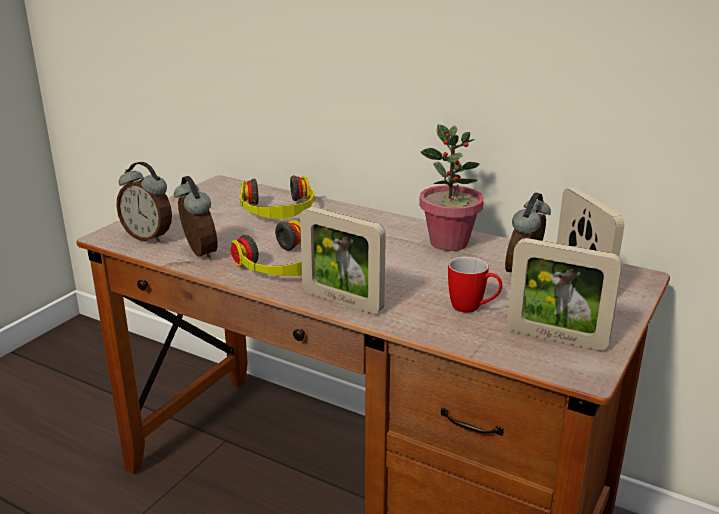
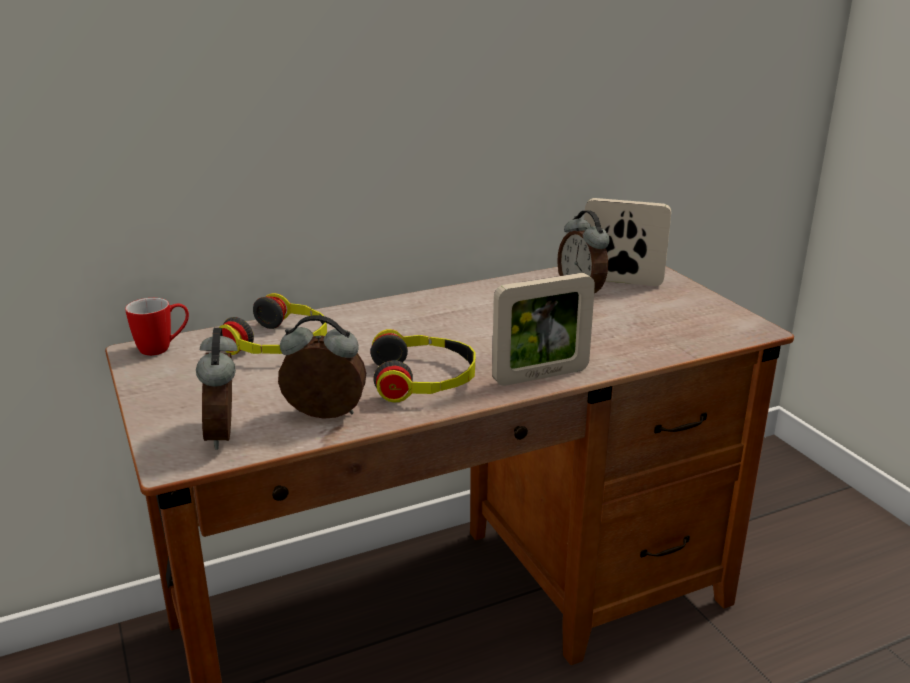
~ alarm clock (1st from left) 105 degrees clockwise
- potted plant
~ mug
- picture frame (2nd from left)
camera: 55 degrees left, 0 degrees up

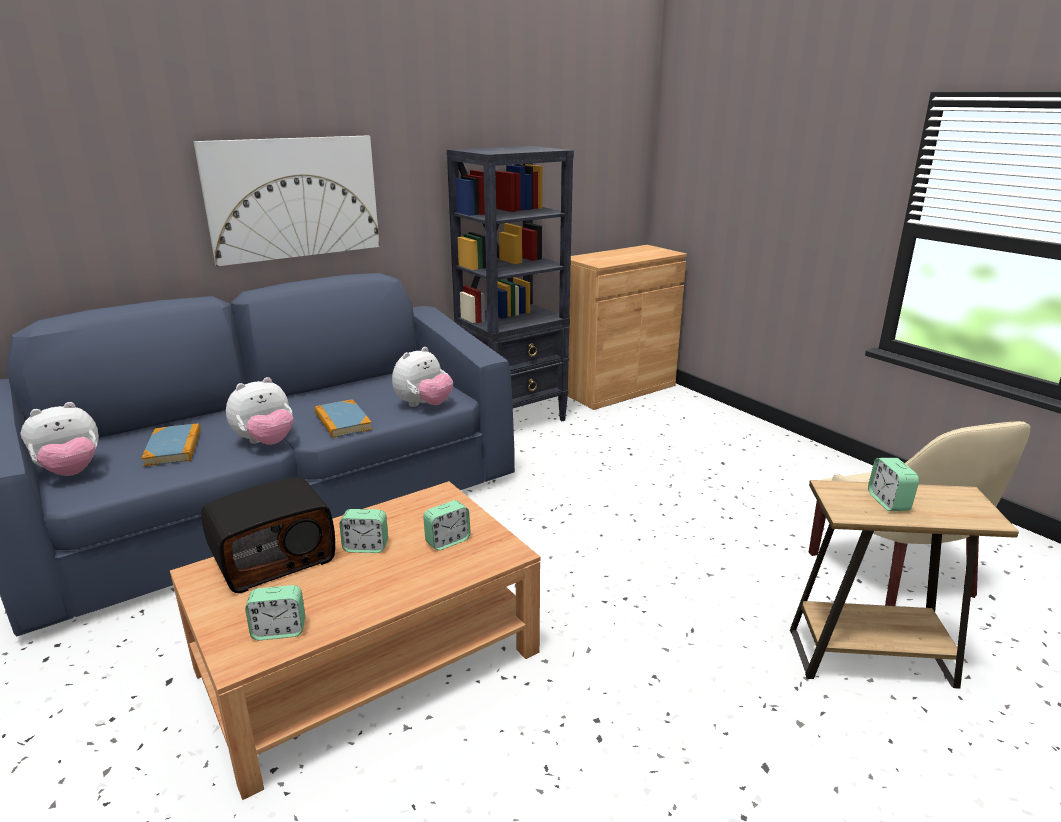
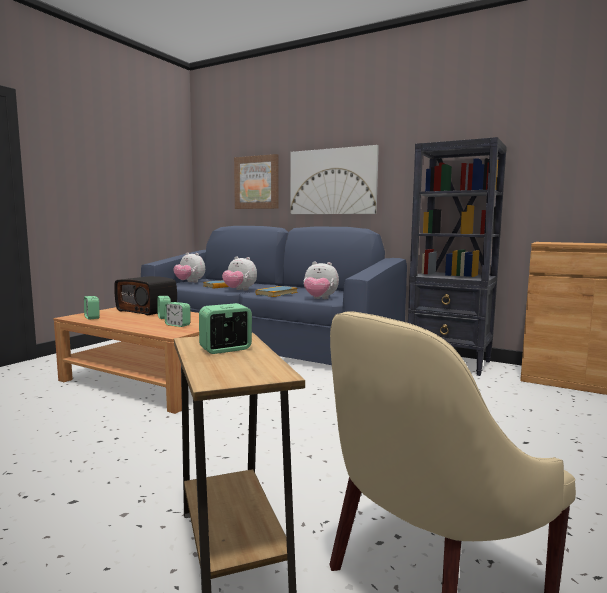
+ picture (1st from left)
camera: 65 degrees right, 15 degrees down

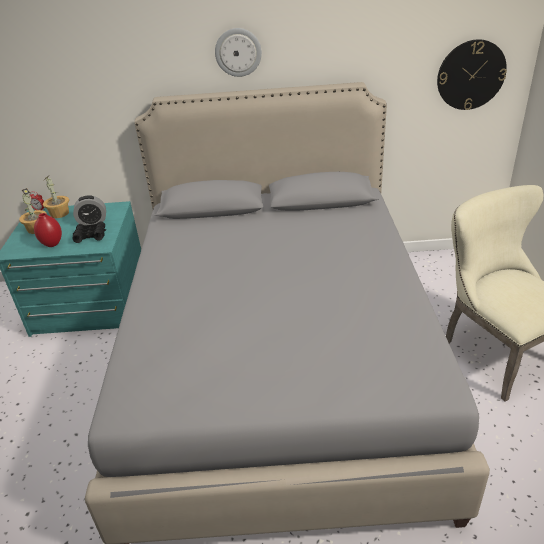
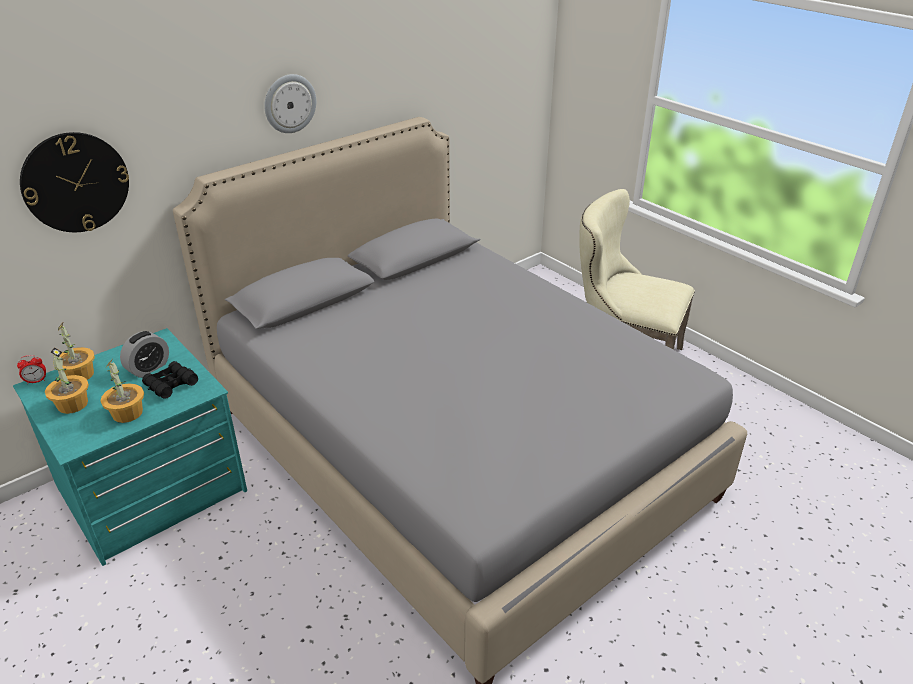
~ red vase to potted plant (3rd from left)
~ wall clock (2nd from left in the first image) to wall clock (1st from left)
camera: 40 degrees left, 0 degrees up

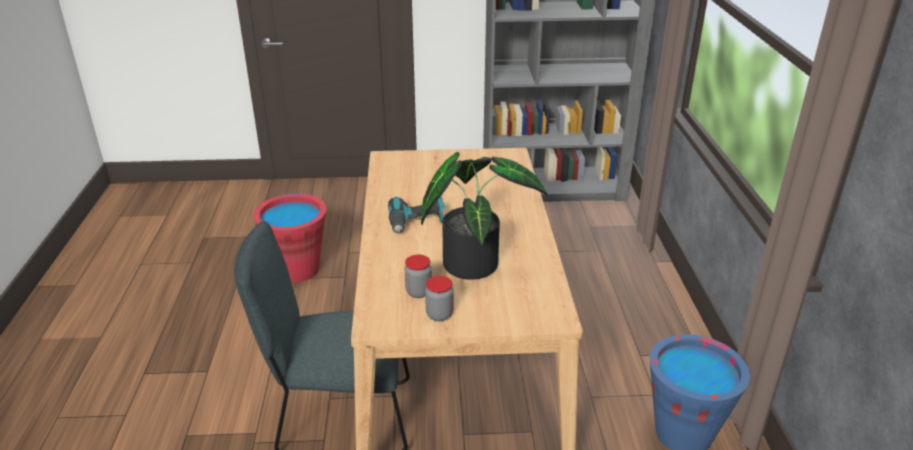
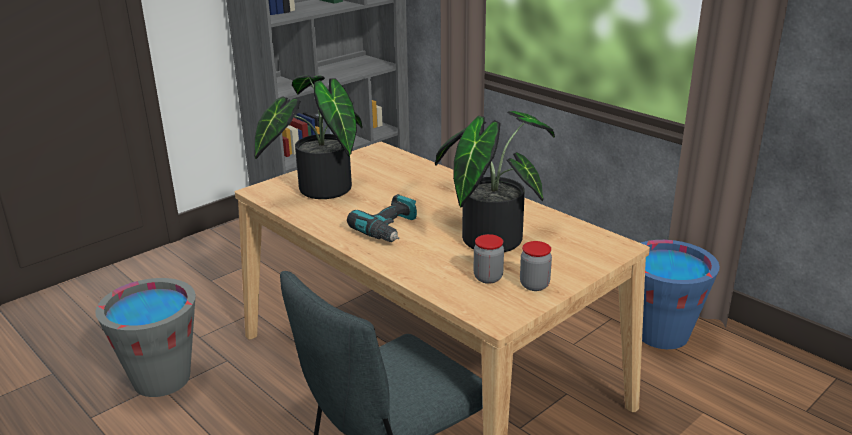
~ red bucket to grey bucket
+ potted plant (1st from left)
camera: 40 degrees left, 5 degrees down

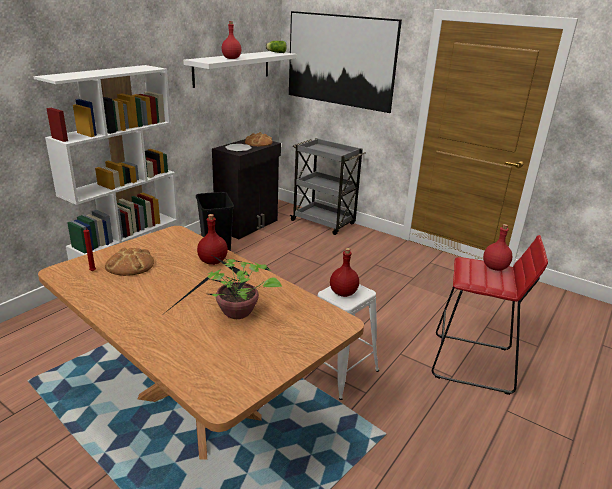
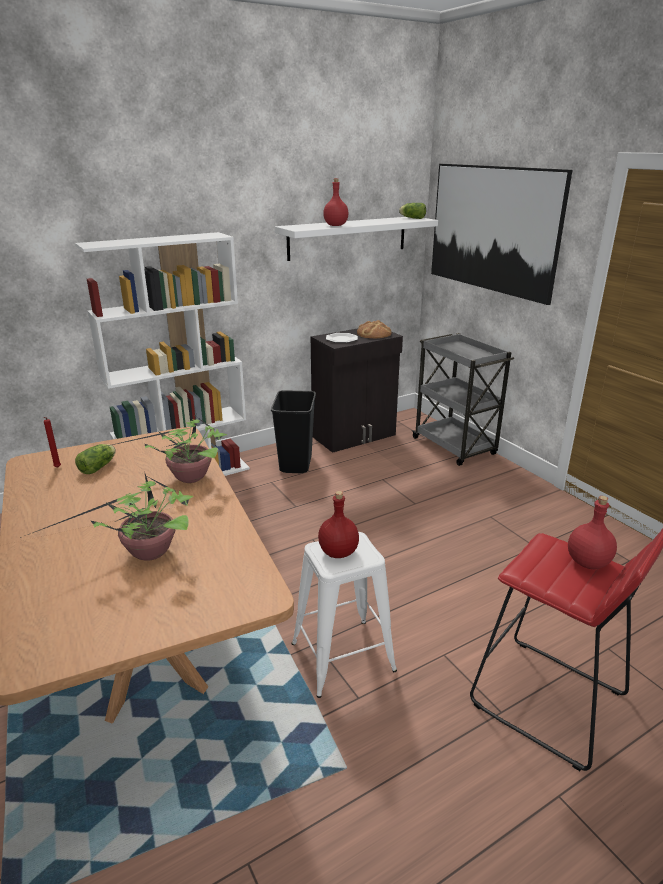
~ bread (1st from left) to lettuce (1st from left)
~ red bottle (1st from left) to potted plant (2nd from left)
camera: 25 degrees right, 0 degrees up

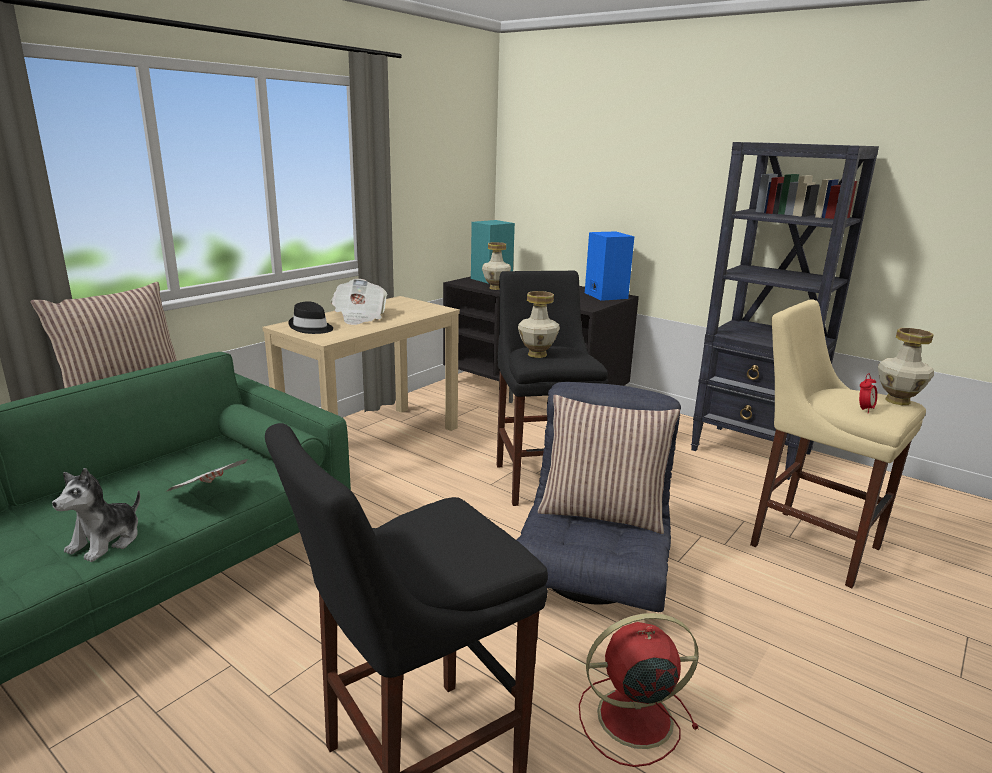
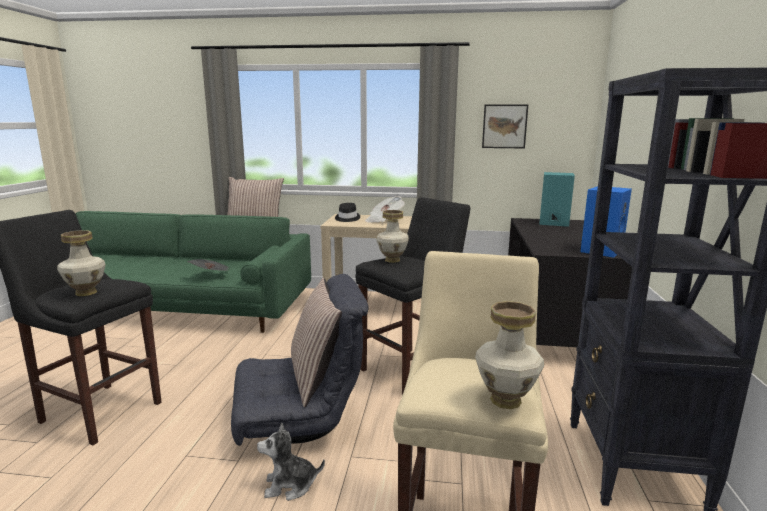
~ plush toy
~ vase (1st from left)
- red fan
- alarm clock
+ picture
camera: 60 degrees right, 5 degrees down

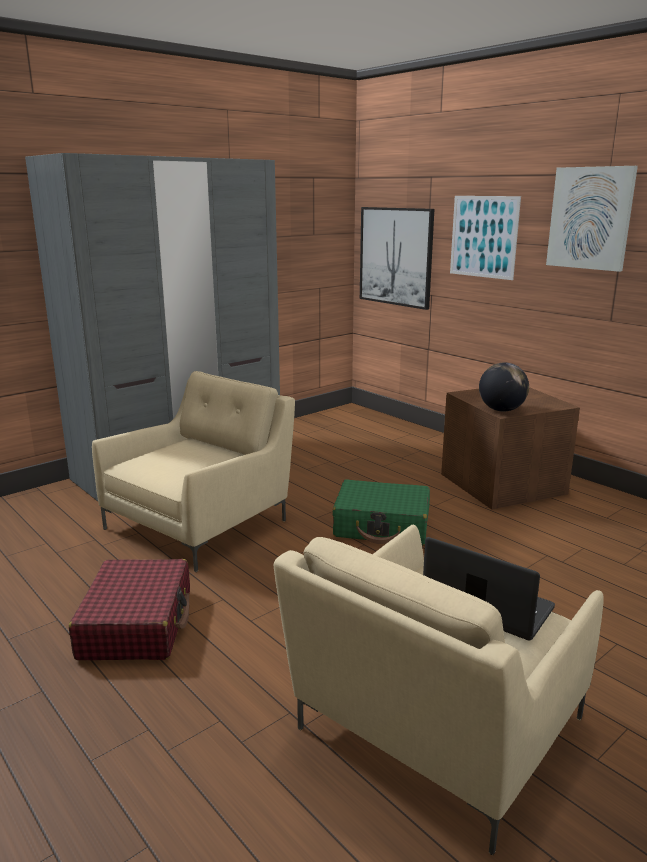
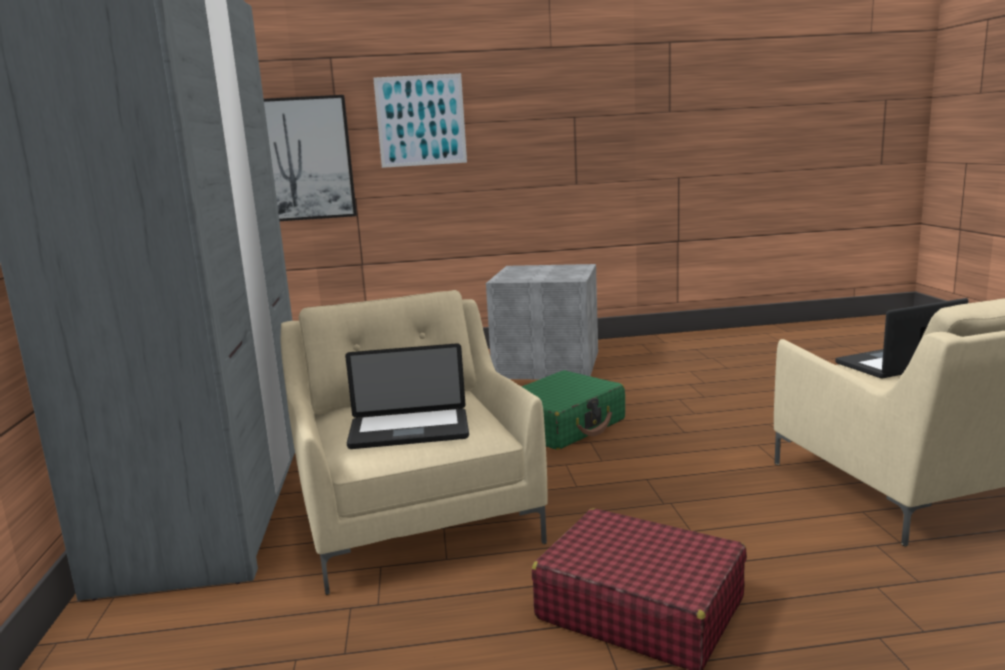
~ brown storage box to grey storage box
- globe
- picture (3rd from left)
+ laptop (1st from left)
camera: 55 degrees left, 5 degrees down

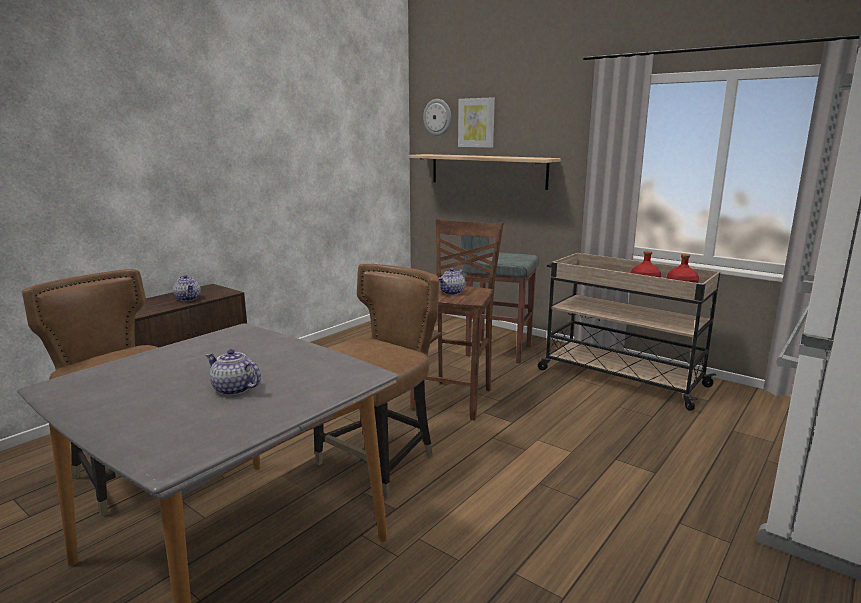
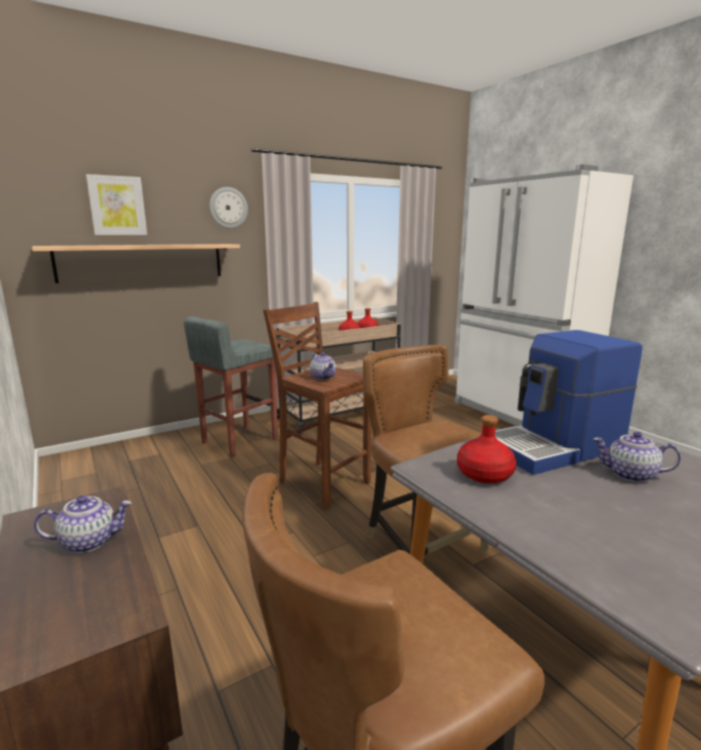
~ teapot (2nd from left in the first image) 60 degrees clockwise
~ wall clock
+ red bottle (3rd from left)
+ coffee machine
camera: 70 degrees left, 0 degrees up

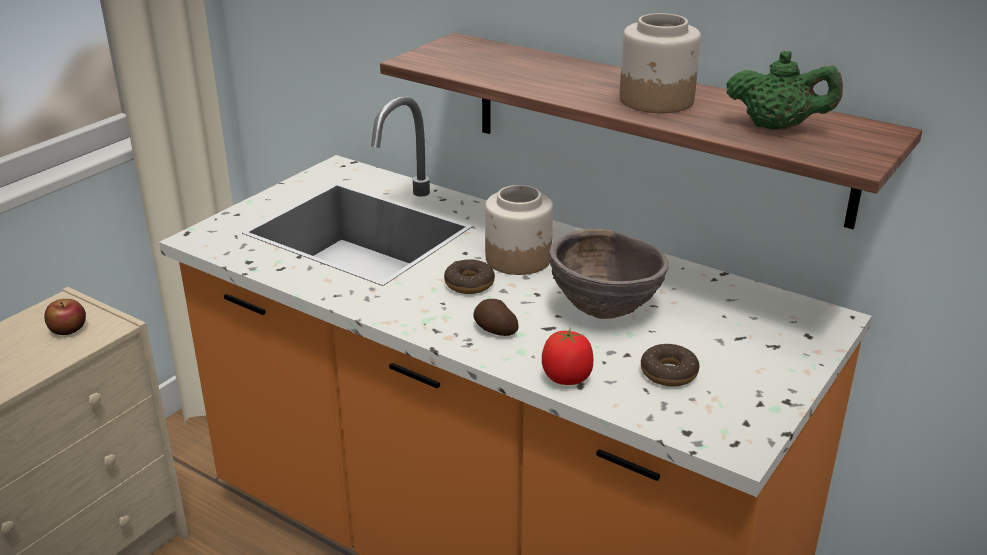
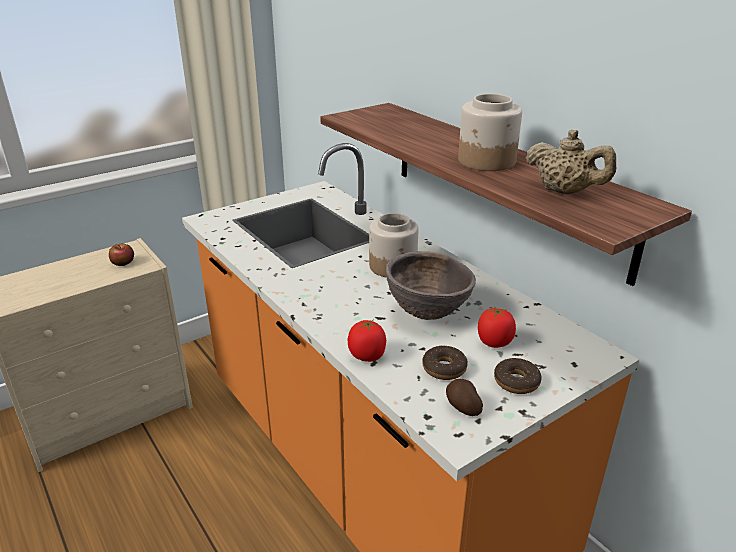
~ donut (1st from left in the first image) to donut (2nd from left)
~ potato
~ green teapot to beige teapot
+ tomato (2nd from left)
camera: 20 degrees right, 0 degrees up

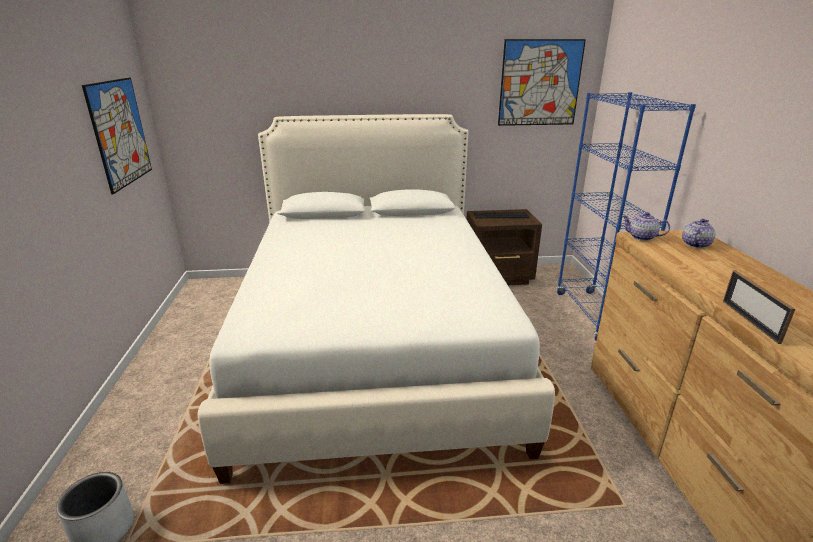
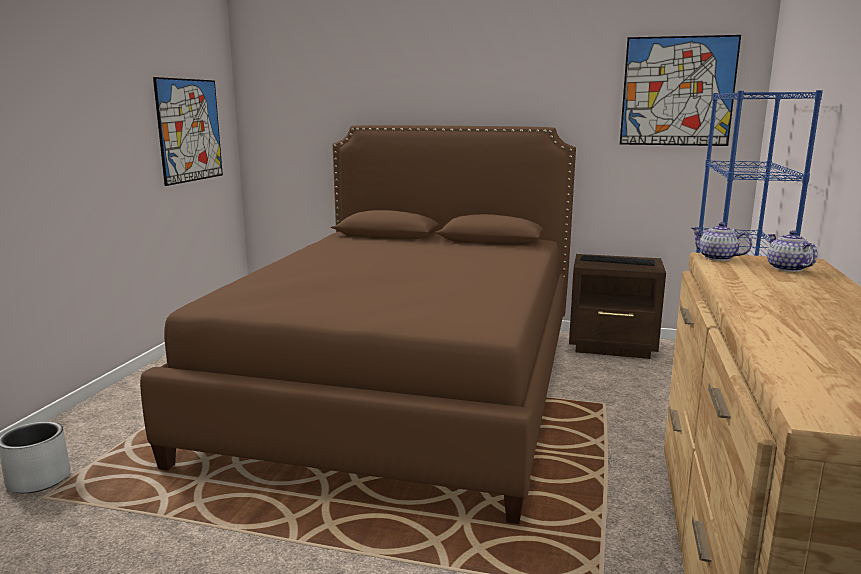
~ white bed to brown bed
~ teapot (2nd from left) 75 degrees counterclockwise
- picture frame
camera: 20 degrees right, 10 degrees down

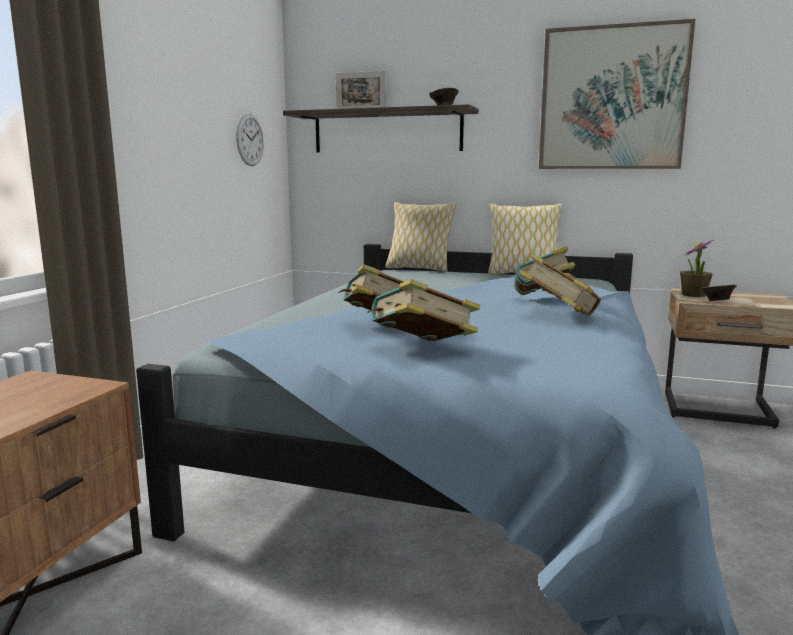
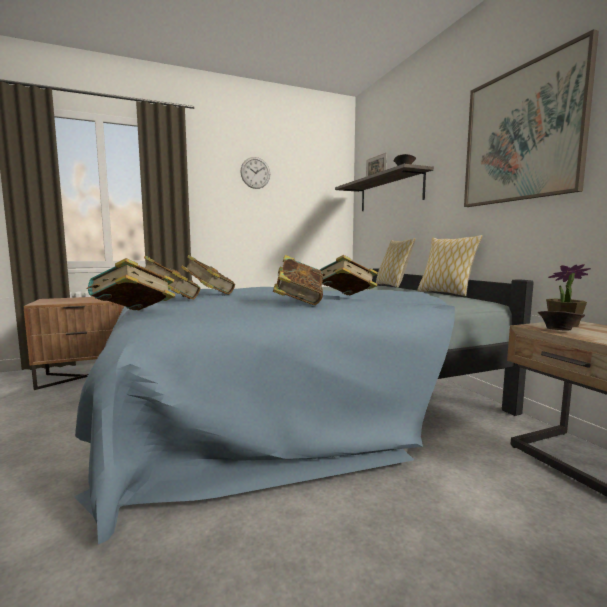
~ wall clock
+ book (1st from left)
camera: 50 degrees right, 5 degrees down

